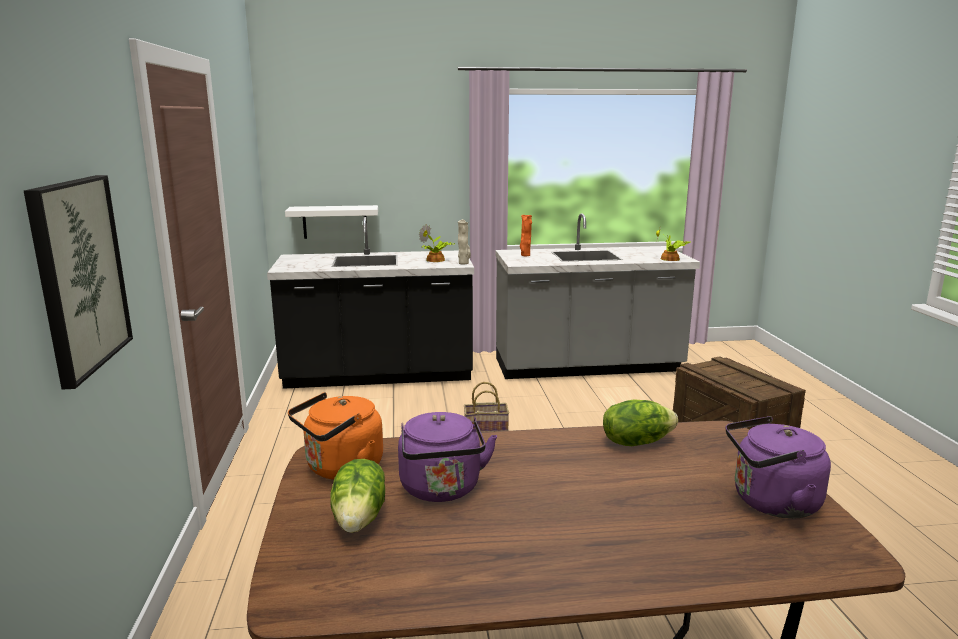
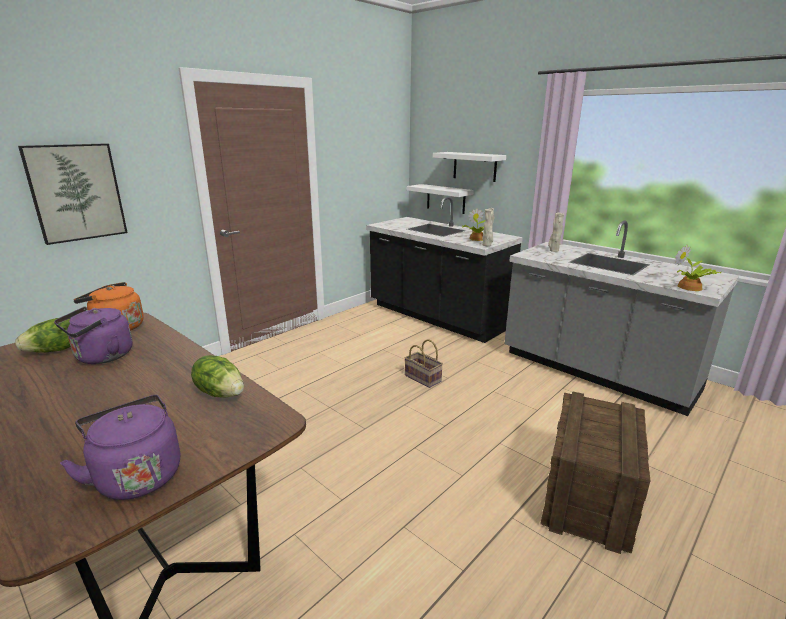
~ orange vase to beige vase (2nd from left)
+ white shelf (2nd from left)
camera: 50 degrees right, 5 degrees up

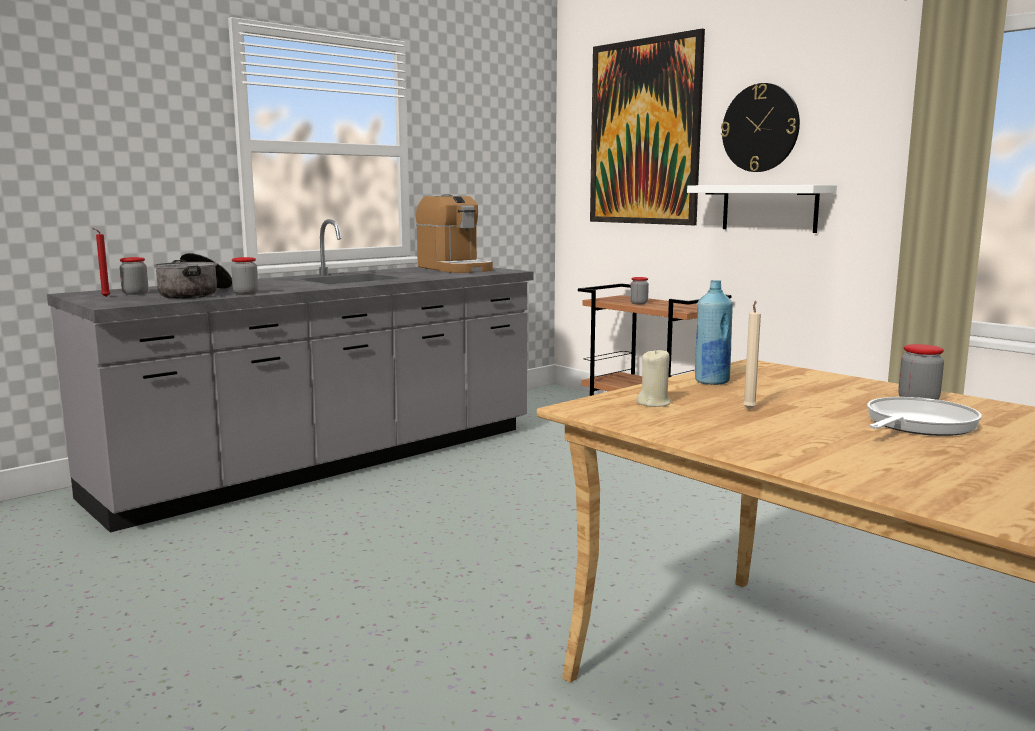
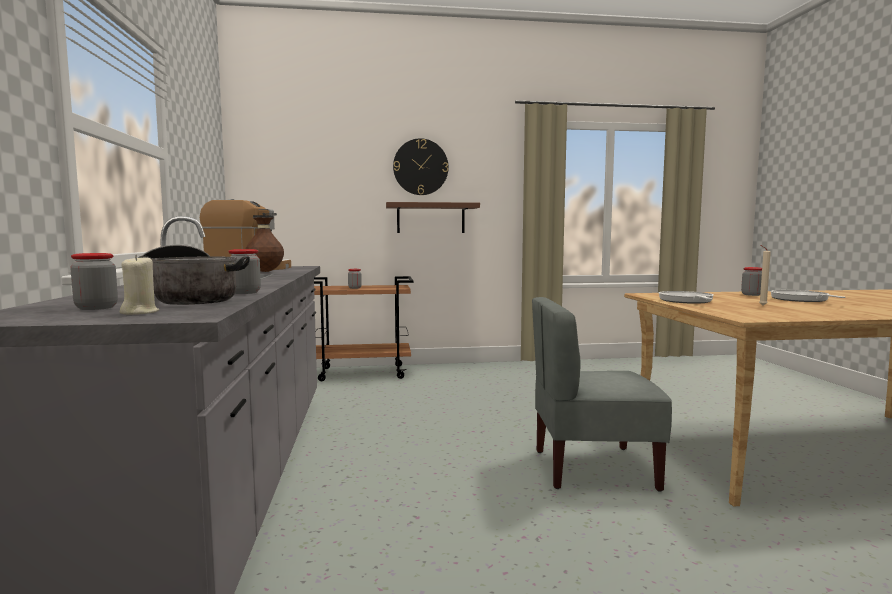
- red candle
- picture
~ beige candle (1st from left)
~ white shelf to brown shelf
~ blue bottle to frying pan (1st from left)
+ brown vase
+ grey chair
camera: 55 degrees left, 5 degrees down

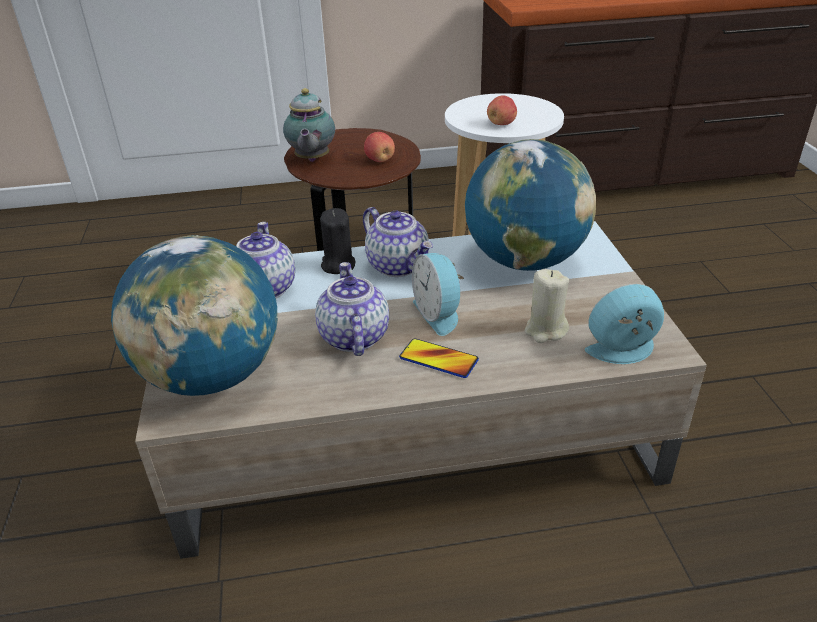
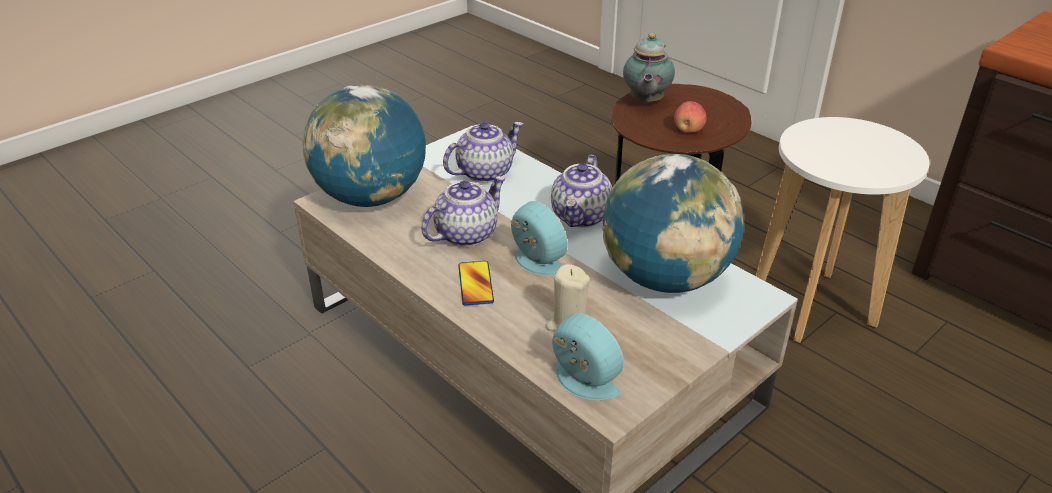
~ teapot (2nd from left in the first image) 45 degrees counterclockwise
- black candle
~ alarm clock (1st from left) 105 degrees clockwise
- apple (2nd from left)
camera: 55 degrees right, 0 degrees up

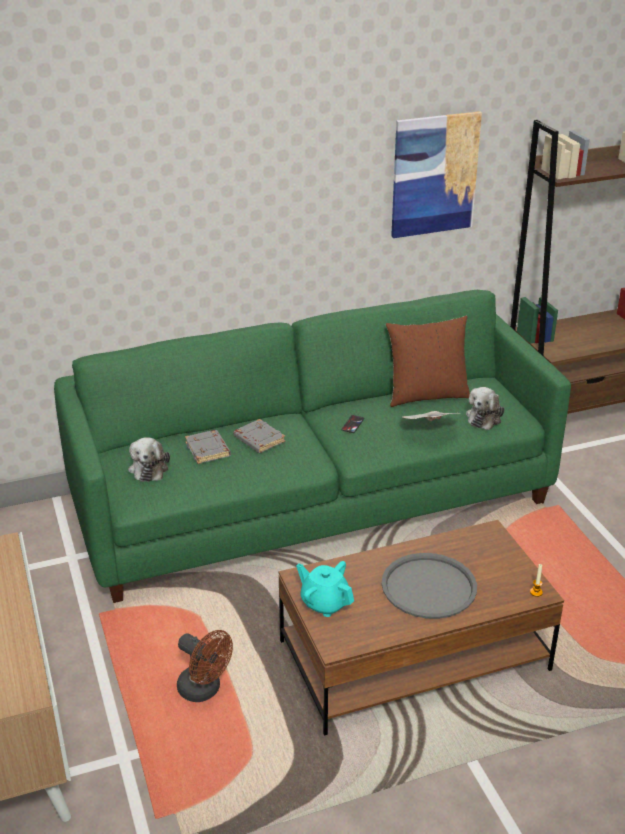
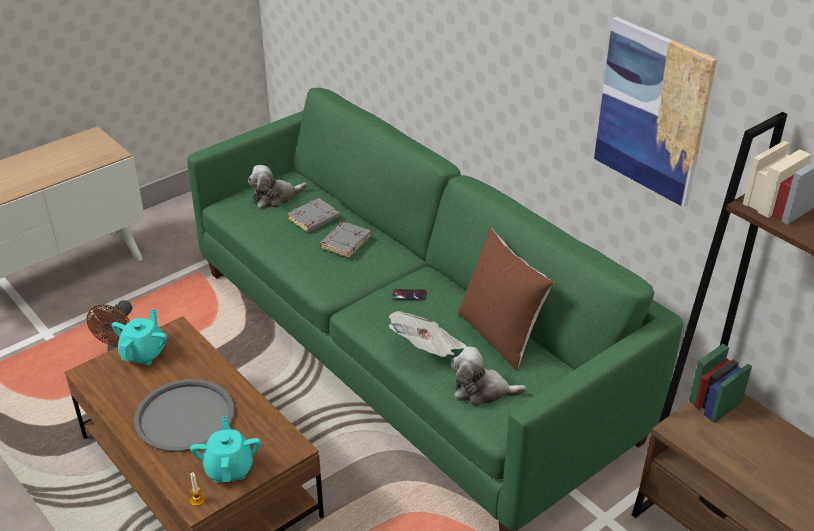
+ turquoise teapot (2nd from left)
camera: 70 degrees right, 5 degrees up

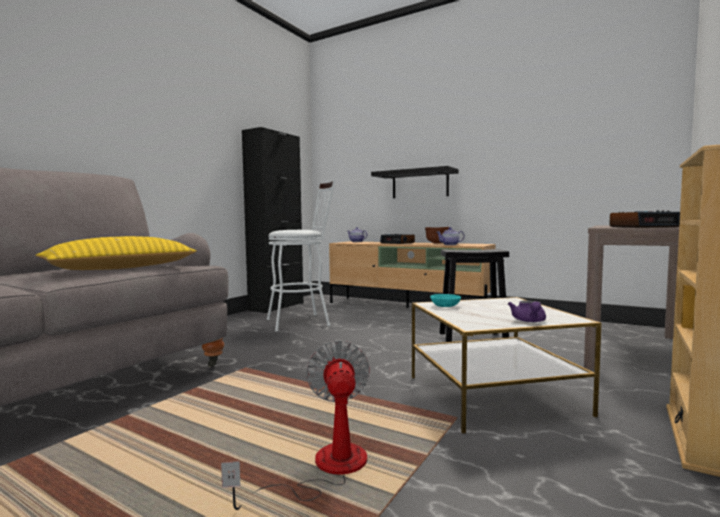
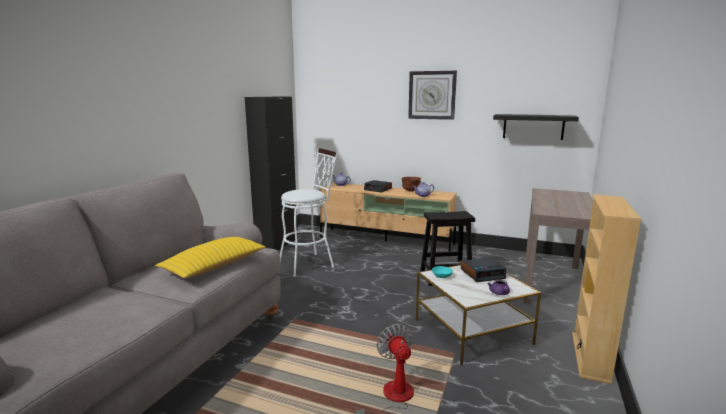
~ black shelf
~ alarm clock (2nd from left)
+ wall clock
camera: 10 degrees left, 10 degrees up

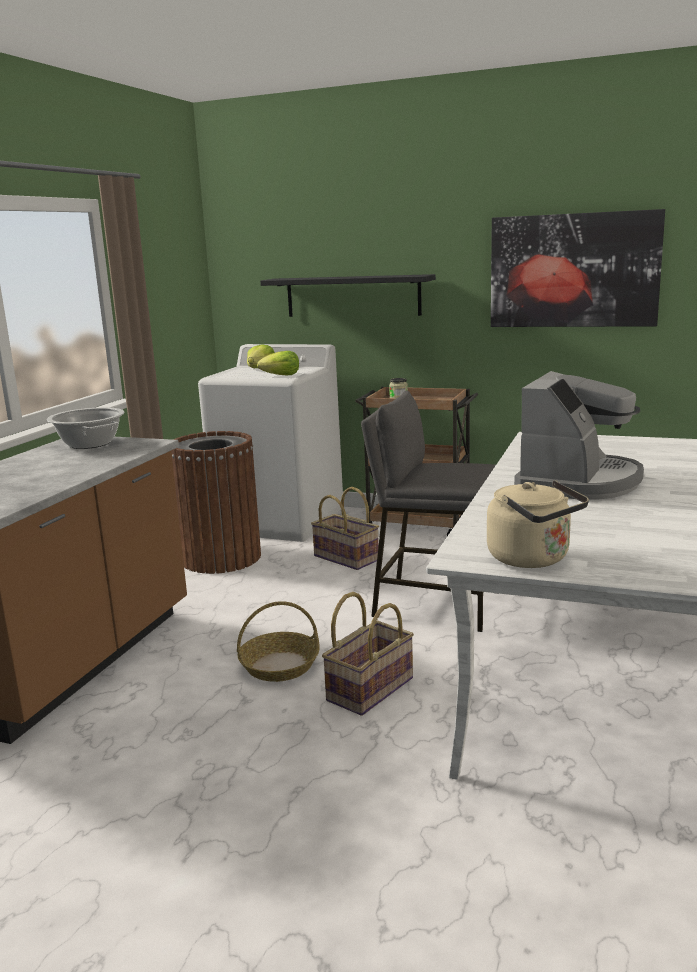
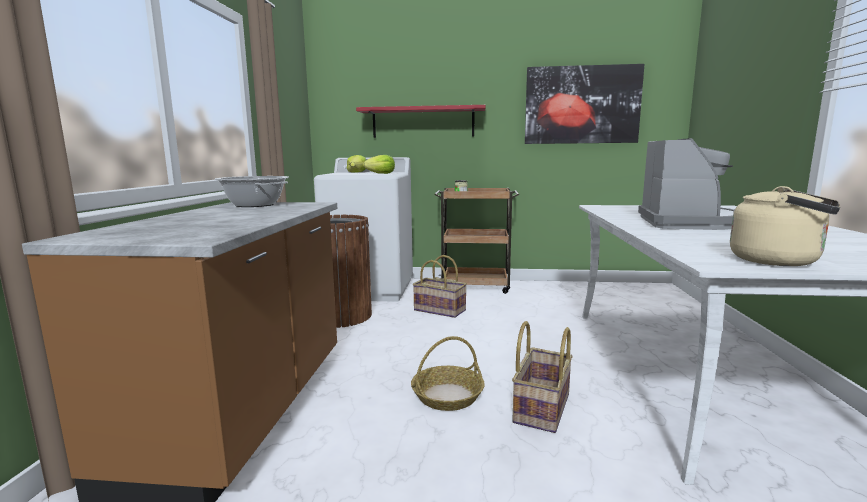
~ black shelf to red shelf
- grey stool
camera: 15 degrees left, 5 degrees down

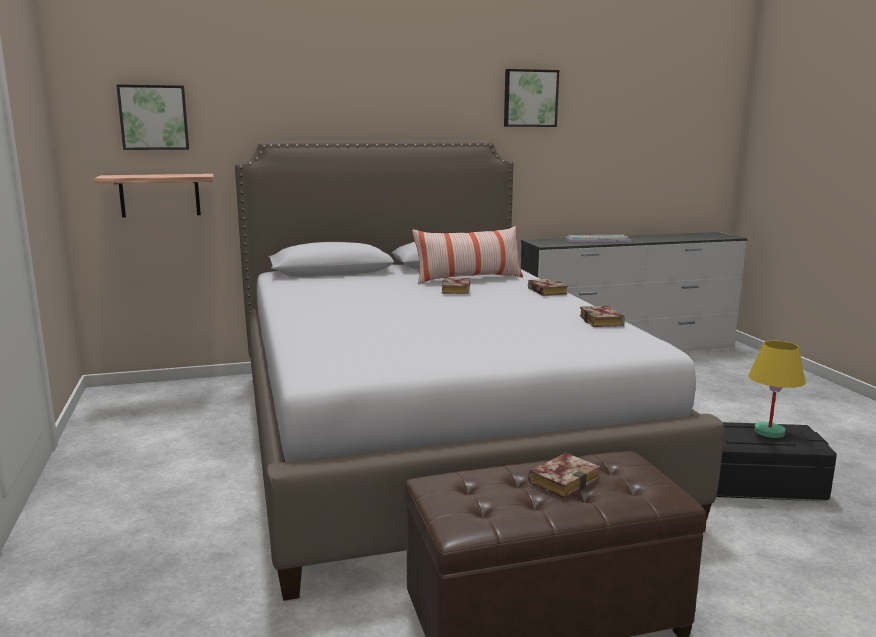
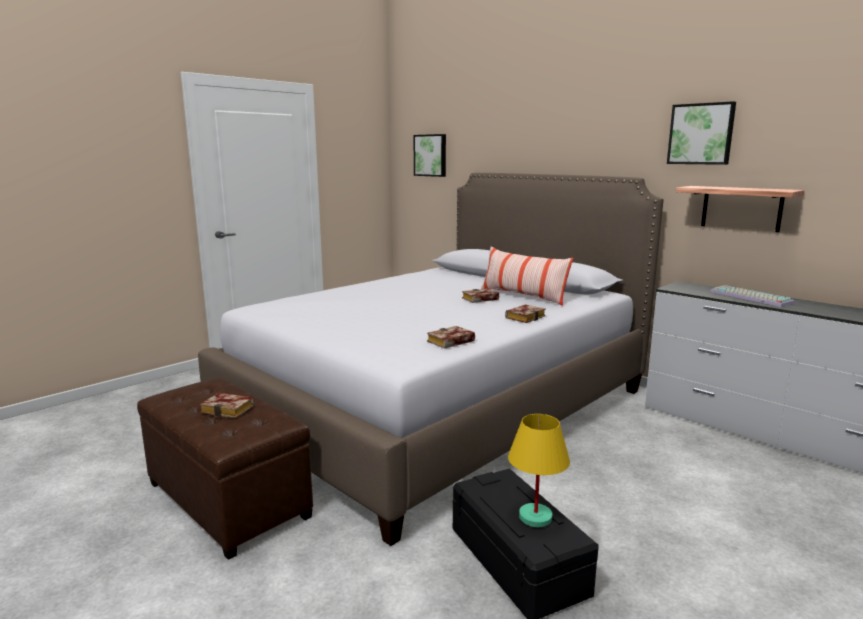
~ shelf
camera: 60 degrees right, 0 degrees up

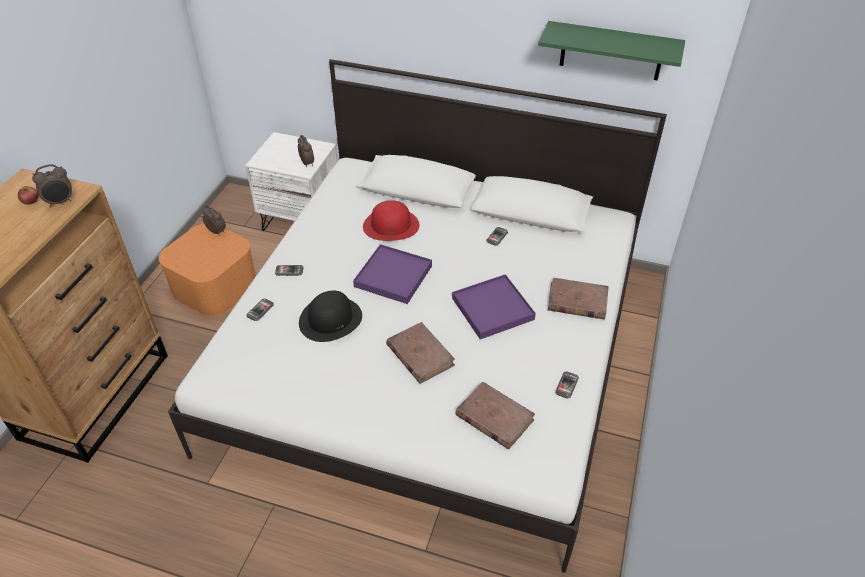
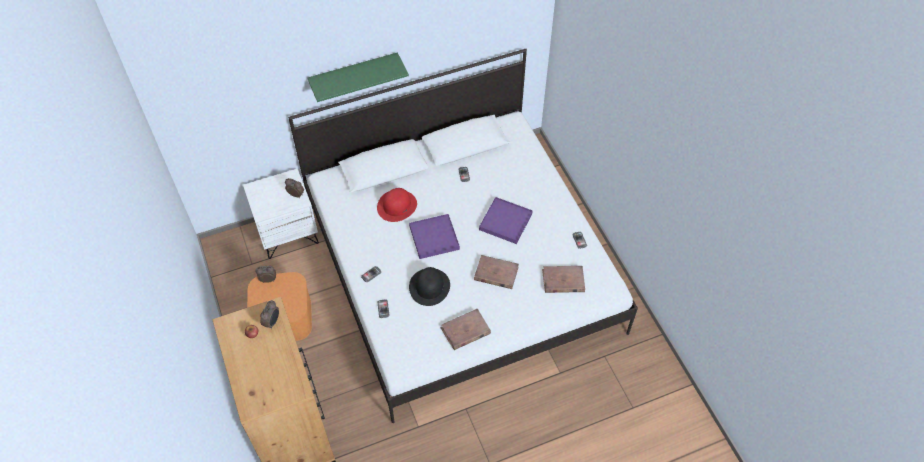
~ green shelf
~ brown book (3rd from left in the first image) to brown book (1st from left)
camera: 40 degrees left, 10 degrees up

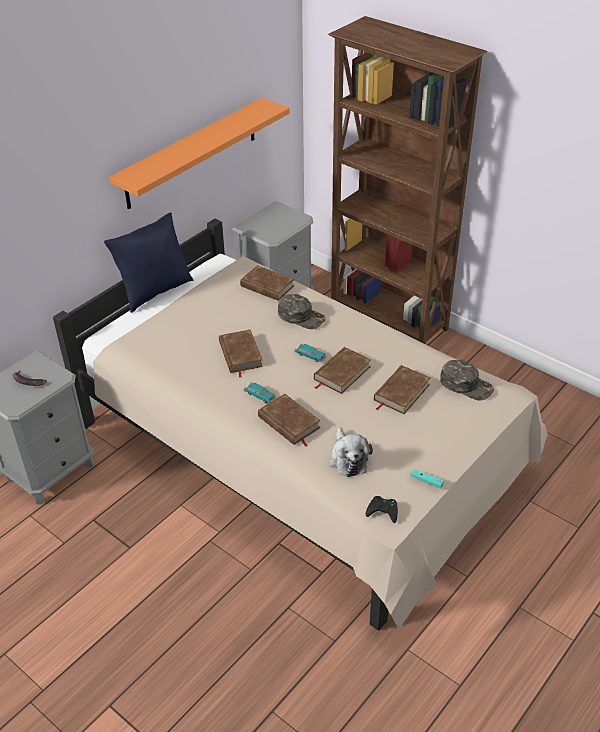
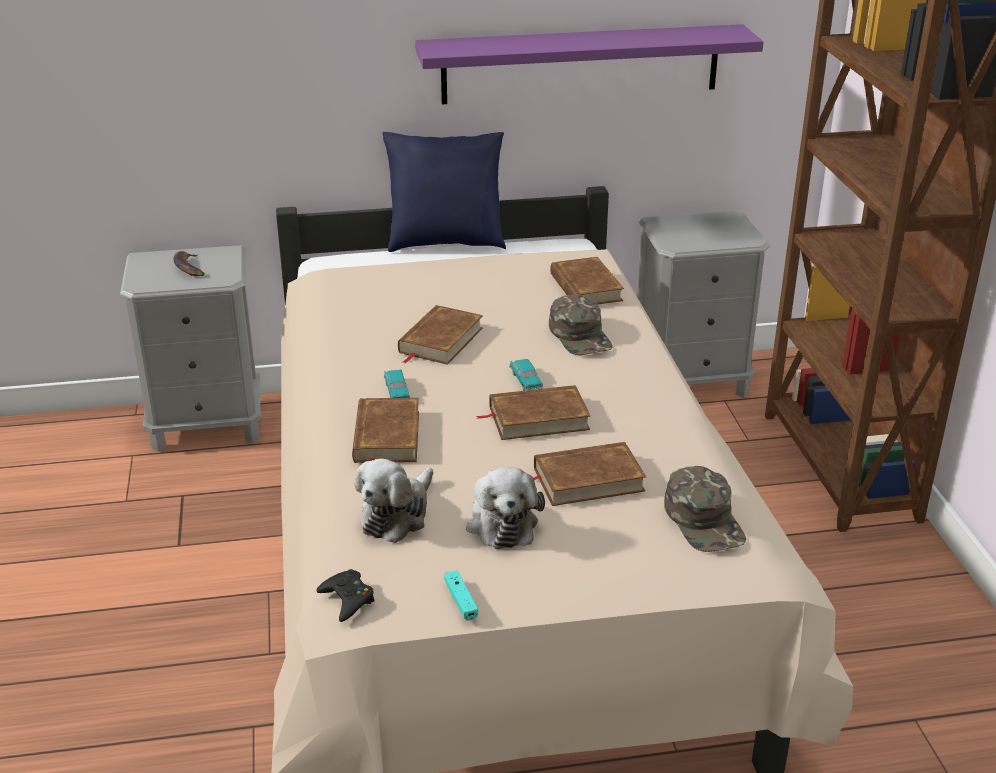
~ orange shelf to purple shelf
+ plush toy (2nd from left)
camera: 40 degrees right, 10 degrees down

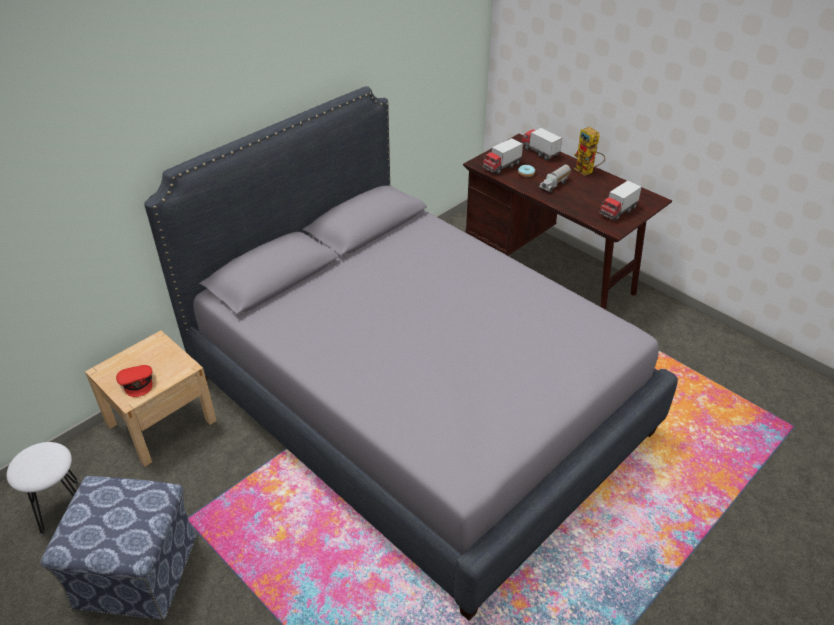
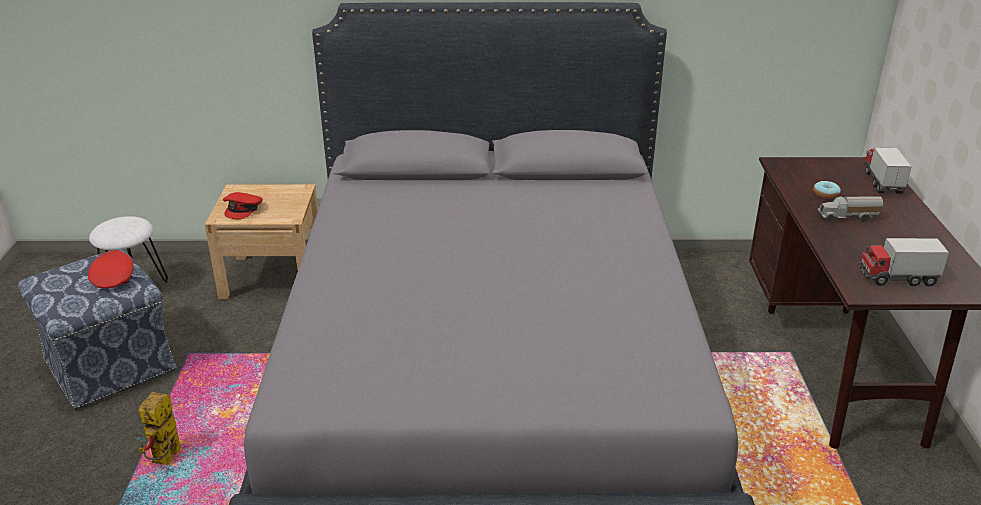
- toy truck (1st from left)
~ toy robot
+ red cap (1st from left)
camera: 45 degrees right, 10 degrees down

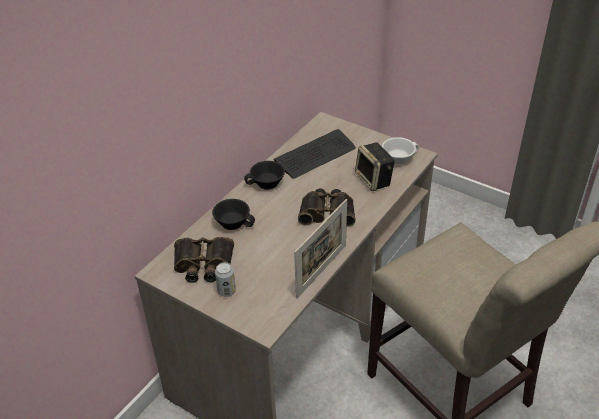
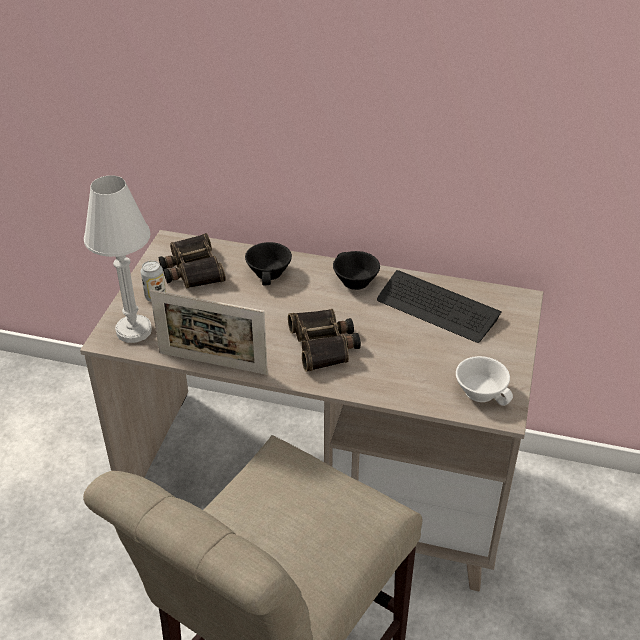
- speaker
+ white table lamp
camera: 70 degrees right, 0 degrees up

